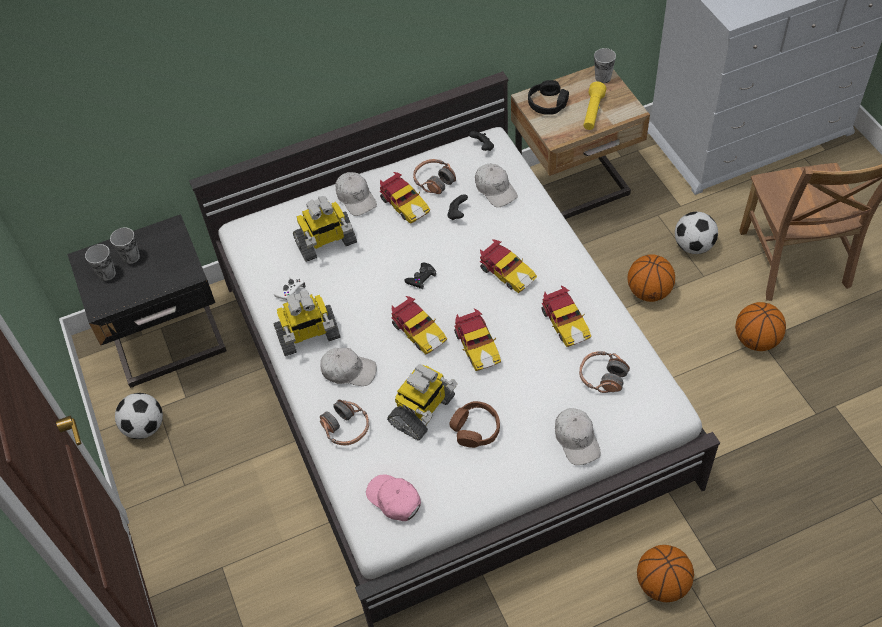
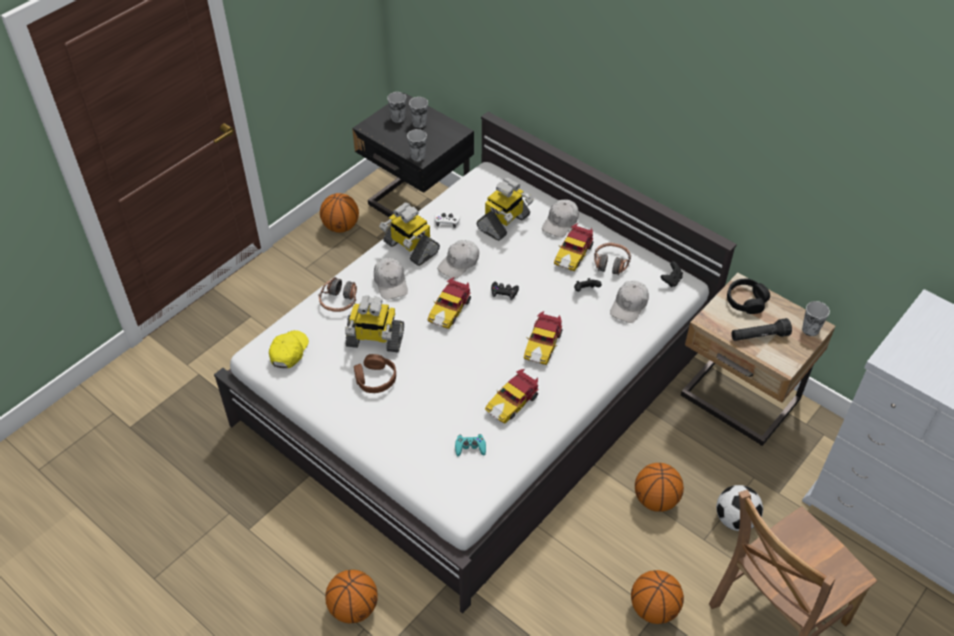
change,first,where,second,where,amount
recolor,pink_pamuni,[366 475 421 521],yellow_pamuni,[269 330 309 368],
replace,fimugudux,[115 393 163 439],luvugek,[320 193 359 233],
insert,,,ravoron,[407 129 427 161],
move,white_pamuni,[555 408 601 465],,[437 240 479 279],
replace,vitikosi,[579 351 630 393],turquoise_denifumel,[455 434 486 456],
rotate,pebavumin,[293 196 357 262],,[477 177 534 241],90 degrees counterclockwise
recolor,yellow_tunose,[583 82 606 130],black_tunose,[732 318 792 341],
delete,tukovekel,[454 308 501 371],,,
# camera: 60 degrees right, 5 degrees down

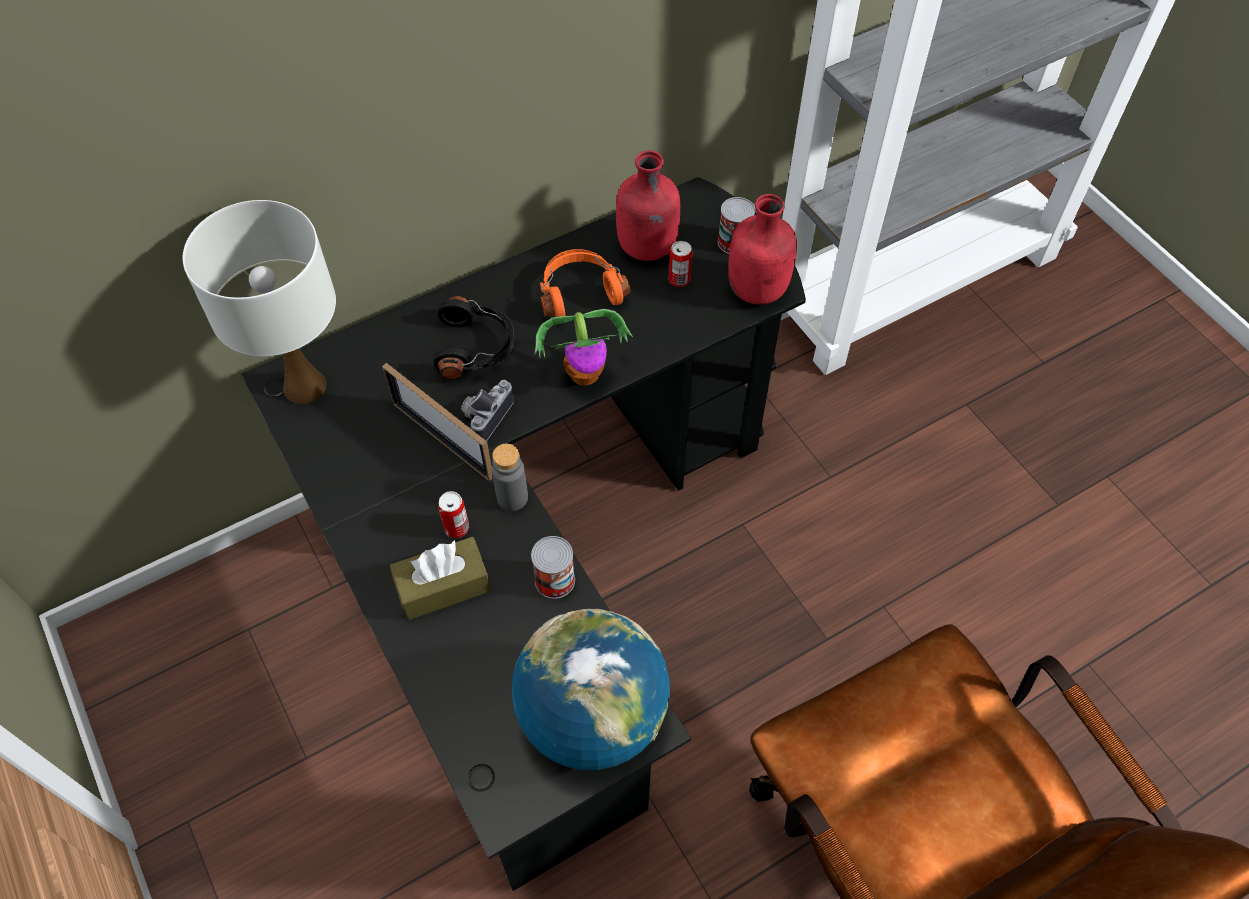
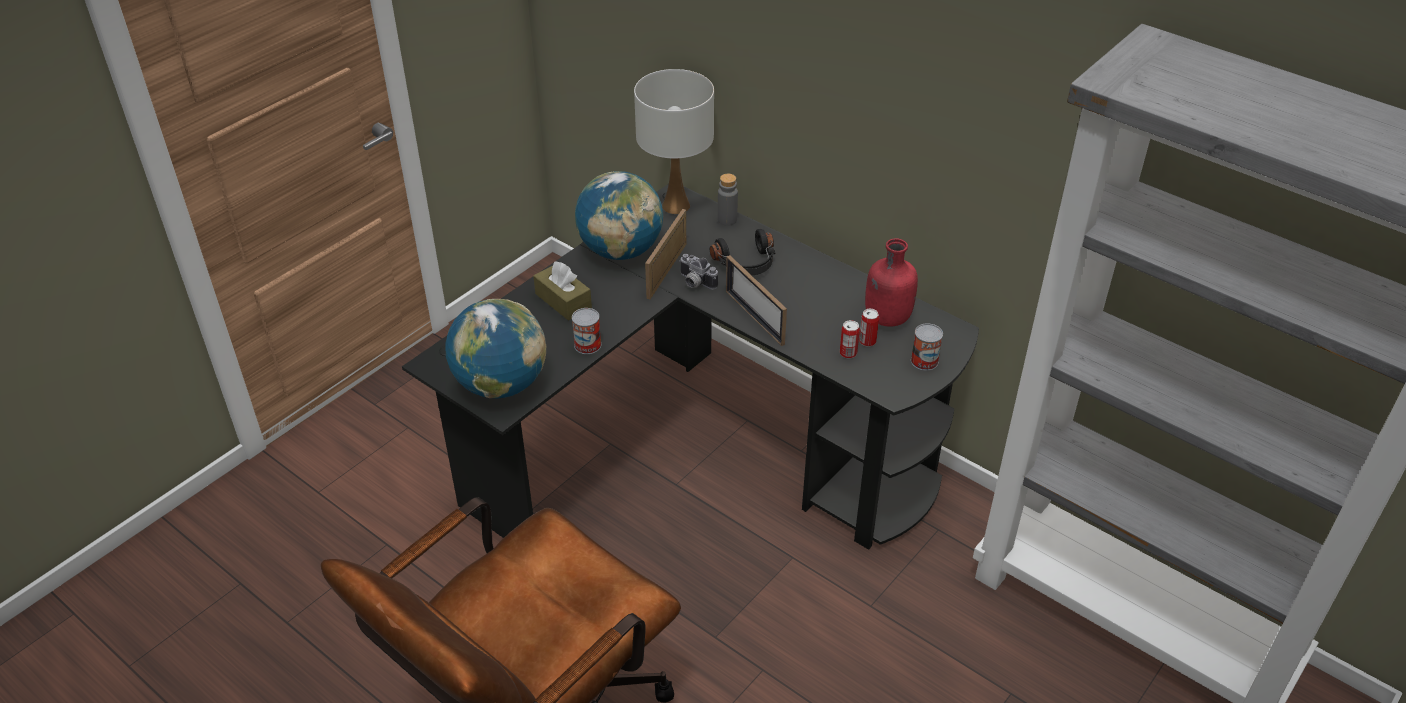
change,first,where,second,where,amount
insert,,,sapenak,[575 171 663 260],
rotate,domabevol,[461 380 514 441],,[679 254 718 290],150 degrees counterclockwise
move,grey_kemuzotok,[492 444 528 511],,[718 174 738 226],
replace,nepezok,[535 309 633 386],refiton,[726 255 787 346],
move,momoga,[438 491 469 538],,[840 320 860 359],
delete,orange_vitikosi,[540 249 630 317],,,
delete,red_kemuzotok,[728 194 797 304],,,
# camera: 70 degrees right, 15 degrees down

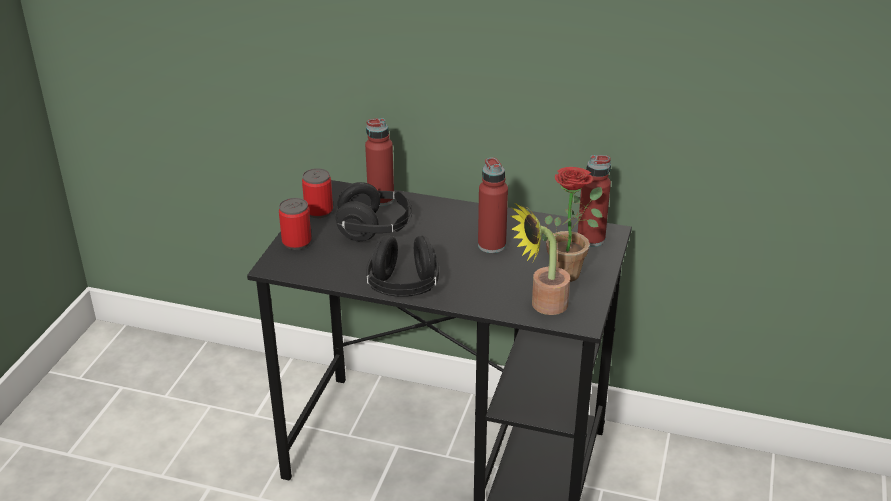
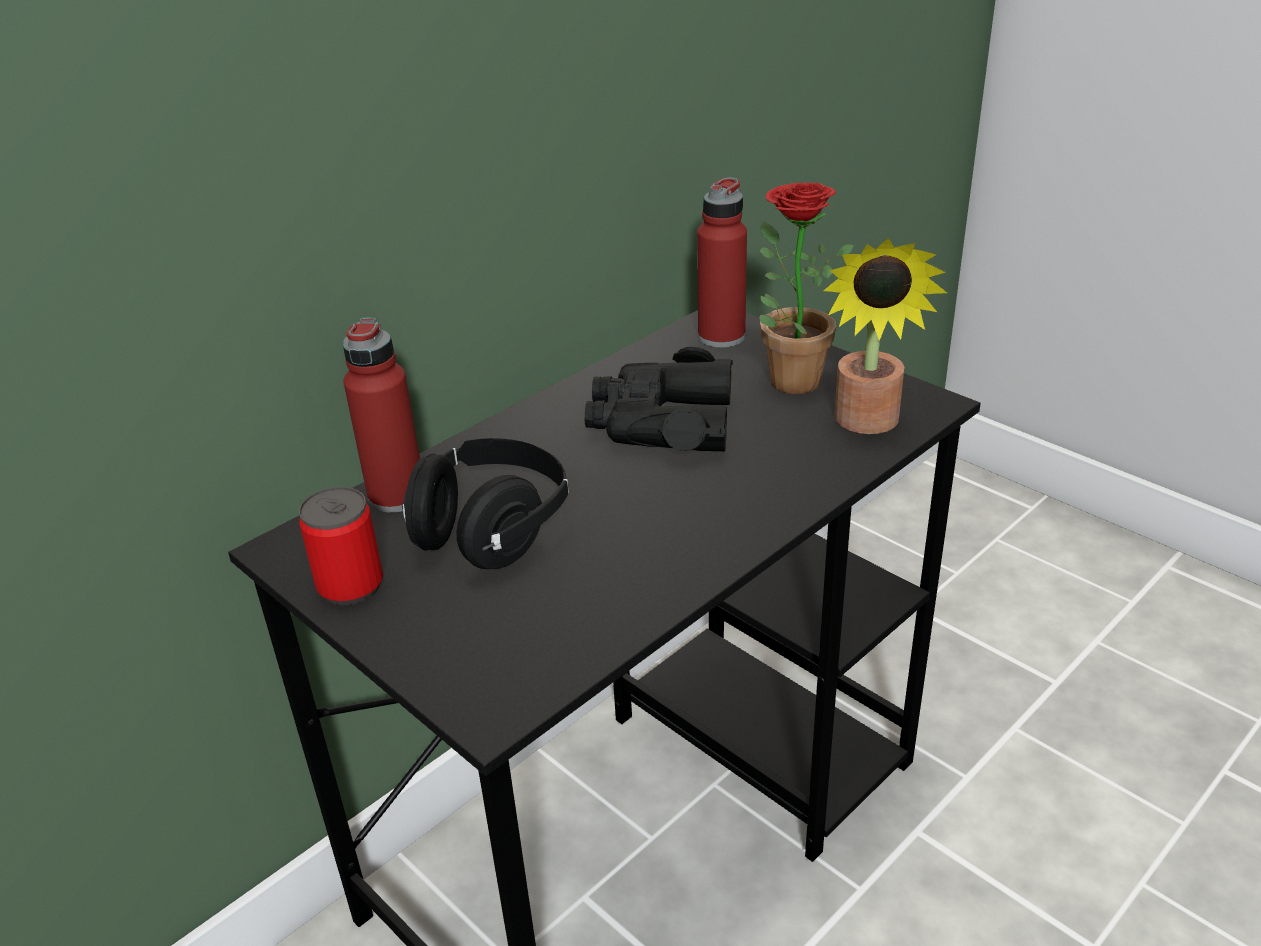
change,first,where,second,where,amount
replace,red_kemuzotok,[478 157 508 253],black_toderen,[584 347 733 452],
delete,momoga,[279 198 311 250],,,
delete,black_vitikosi,[366 235 439 297],,,
# camera: 60 degrees left, 0 degrees up

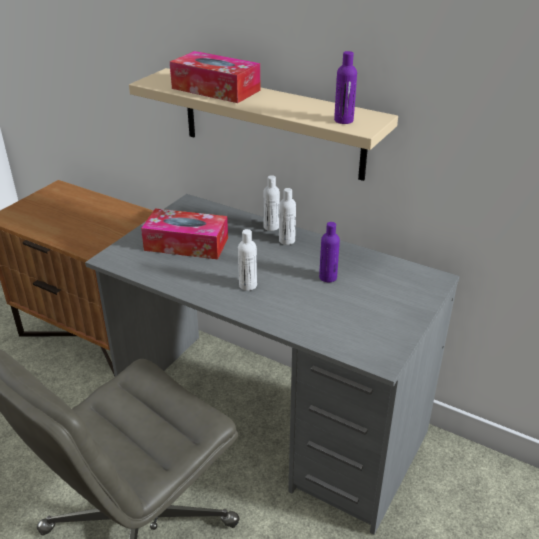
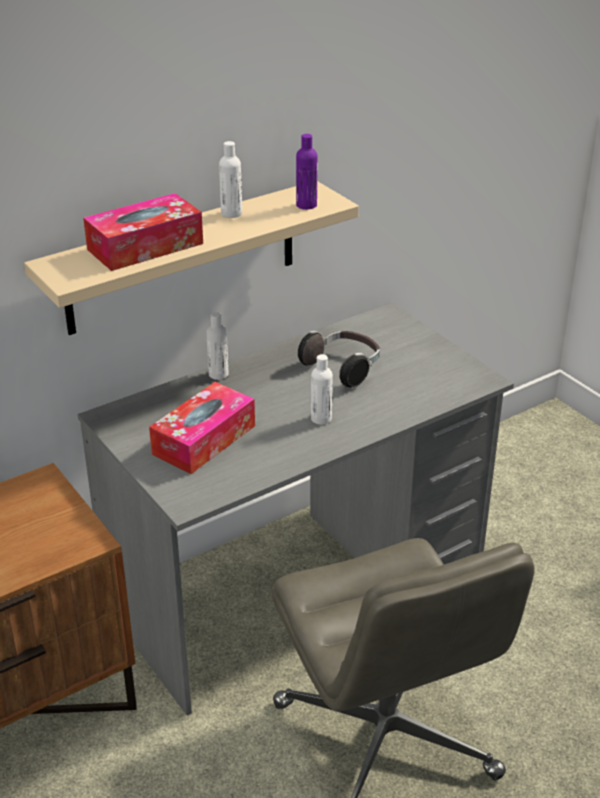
change,first,where,second,where,amount
move,white_kemuzotok,[279 188 296 245],,[219 141 242 218],
replace,purple_kemuzotok,[319 222 340 282],vitikosi,[298 330 380 388],
# camera: 65 degrees left, 0 degrees up

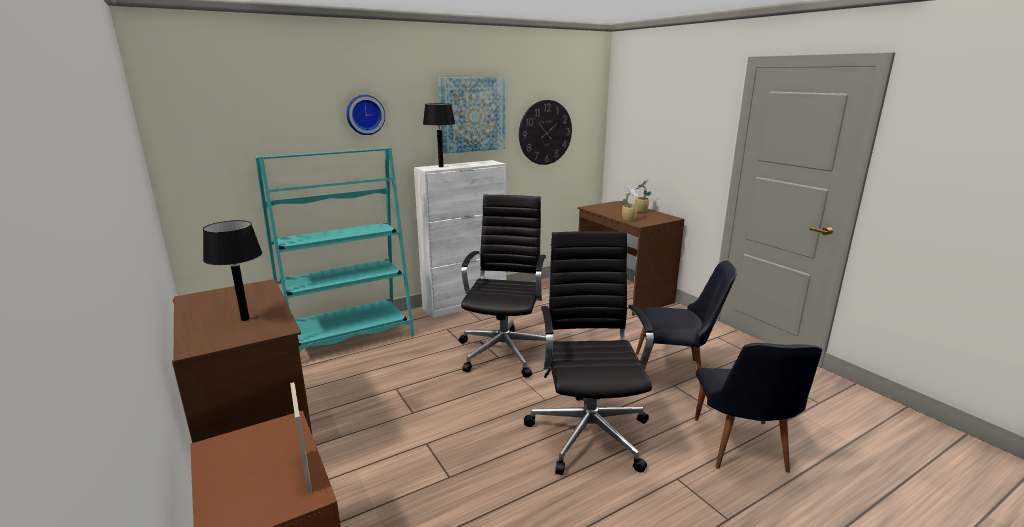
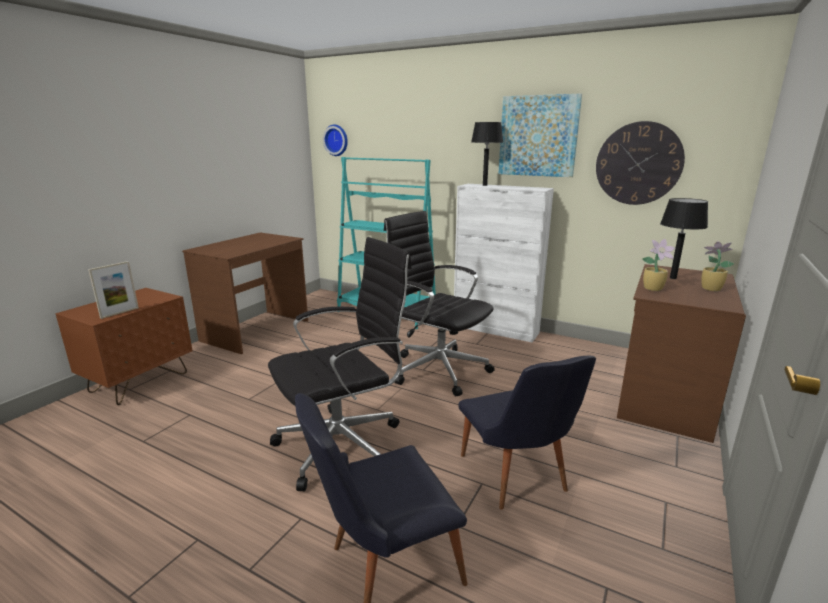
change,first,where,second,where,amount
move,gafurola,[346 95 385 135],,[323 125 348 156],
rotate,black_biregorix,[459 195 546 378],,[384 211 495 396],120 degrees counterclockwise
move,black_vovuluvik,[203 220 262 321],,[660 198 708 279],
# camera: 60 degrees right, 0 degrees up

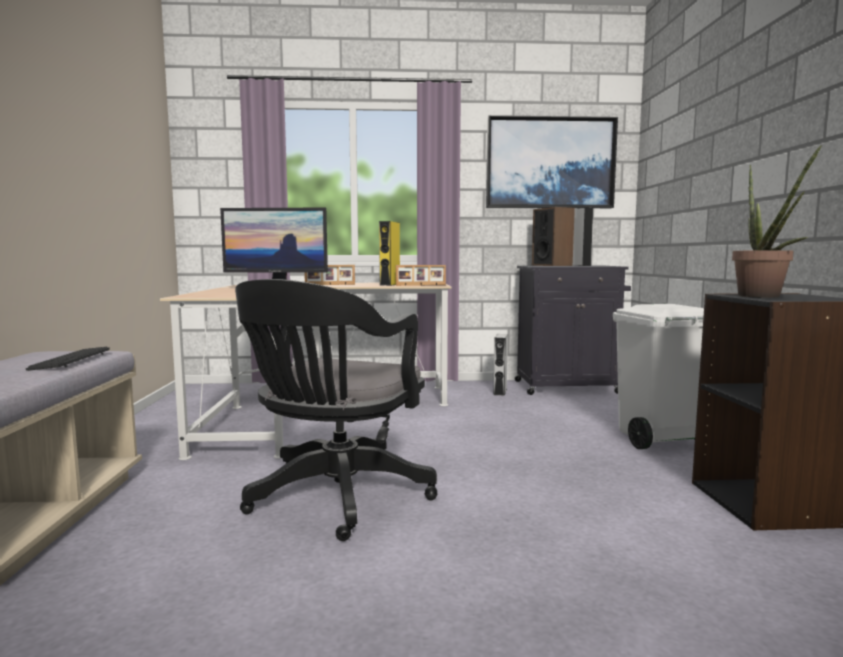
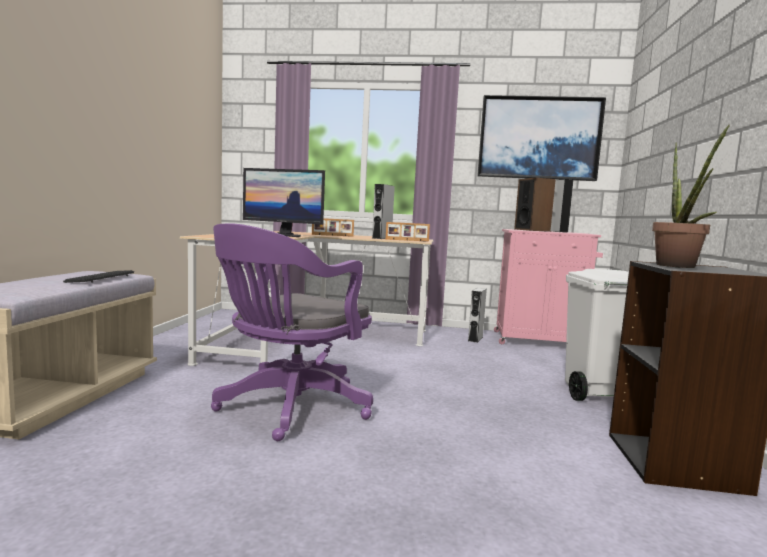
change,first,where,second,where,amount
recolor,black_biregorix,[235 279 438 541],purple_biregorix,[211 223 373 441],
recolor,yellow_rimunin,[379 221 400 286],grey_rimunin,[372 184 395 239],
recolor,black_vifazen,[515 266 631 395],pink_vifazen,[494 229 603 344],
# camera: 10 degrees right, 0 degrees up

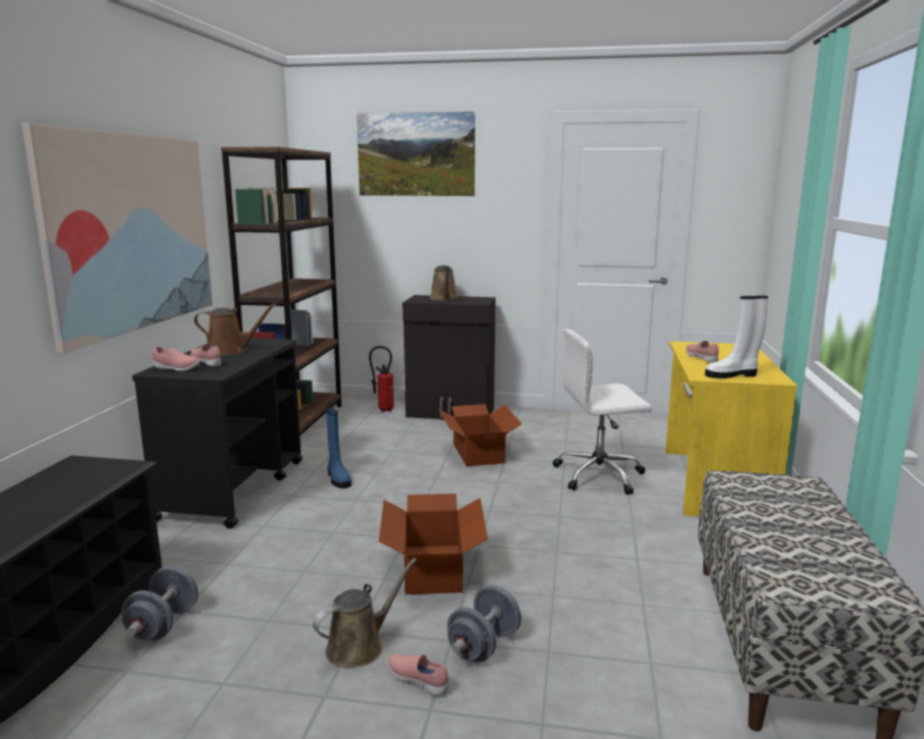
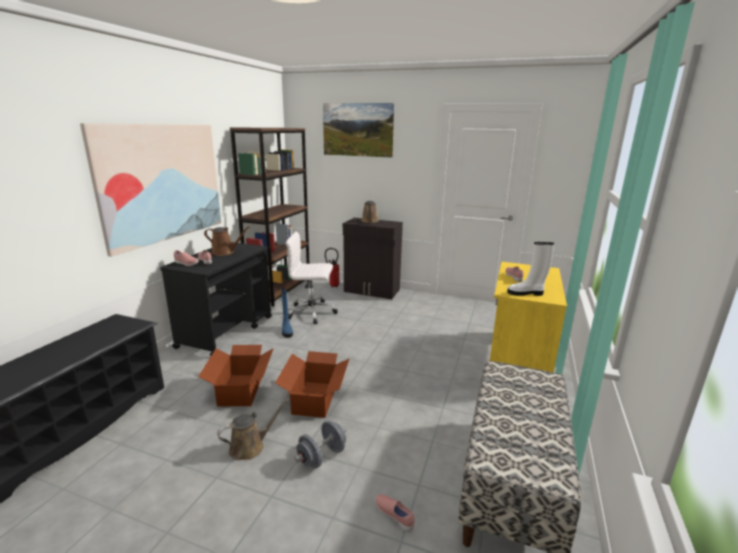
change,first,where,second,where,amount
move,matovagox,[438 404 522 467],,[198 345 274 406],
move,white_biregorix,[553 329 652 495],,[286 231 338 324],
move,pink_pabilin,[388 654 449 696],,[375 494 415 532],
delete,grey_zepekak,[121 566 198 641],,,
# camera: 10 degrees right, 5 degrees up

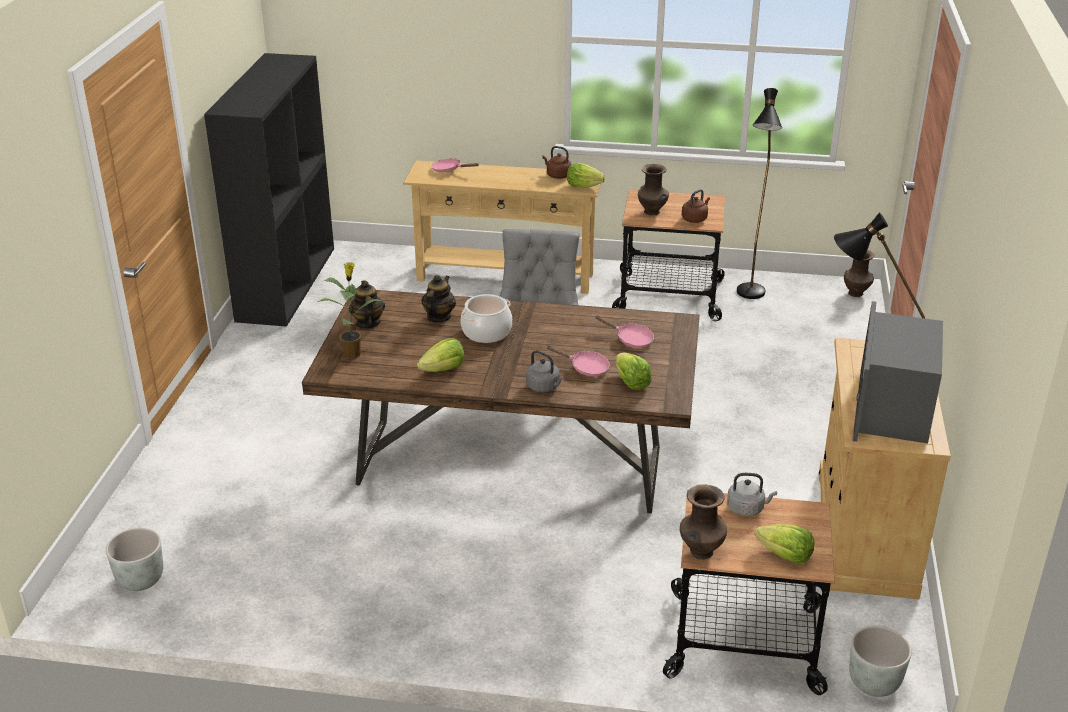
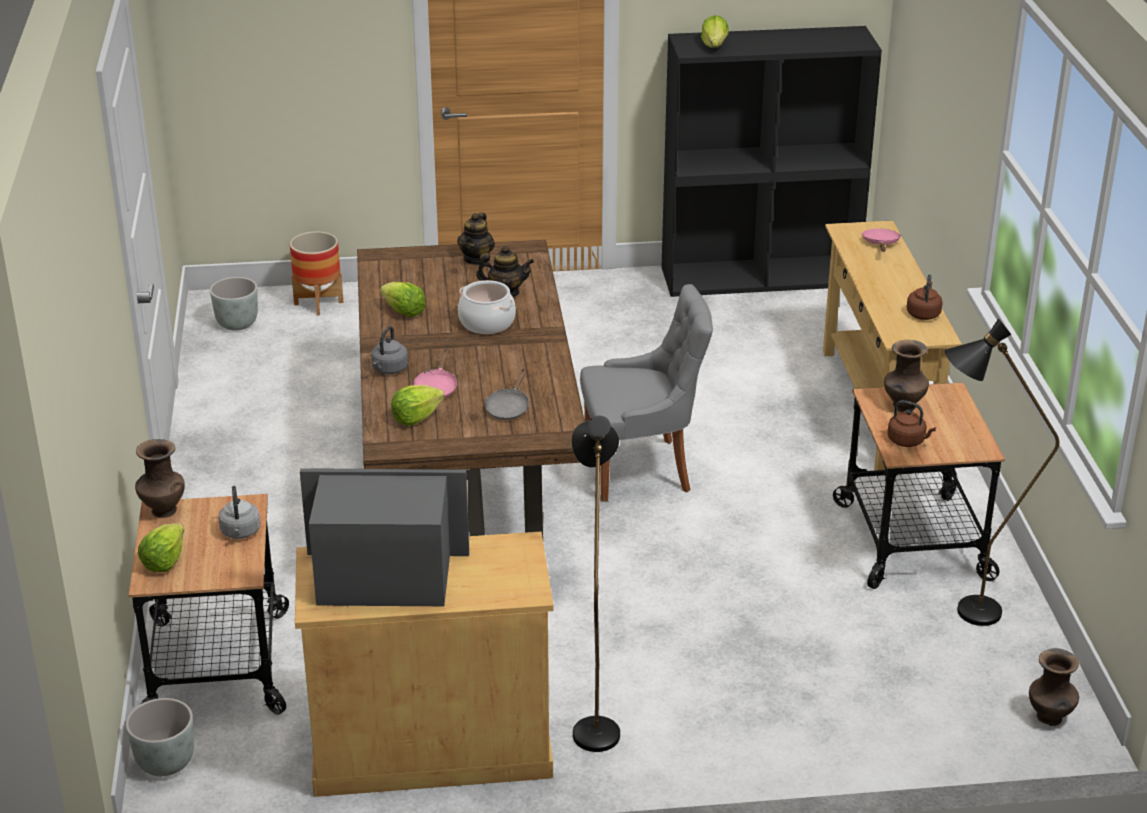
change,first,where,second,where,amount
insert,,,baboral,[290 231 343 315],
rotate,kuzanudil,[349 281 385 329],,[457 212 495 265],135 degrees clockwise
recolor,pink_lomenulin,[595 315 654 348],grey_lomenulin,[485 369 529 420],
move,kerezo,[567 163 605 188],,[701 15 729 48],
delete,nepezok,[317 262 383 359],,,
# camera: 75 degrees right, 0 degrees up

